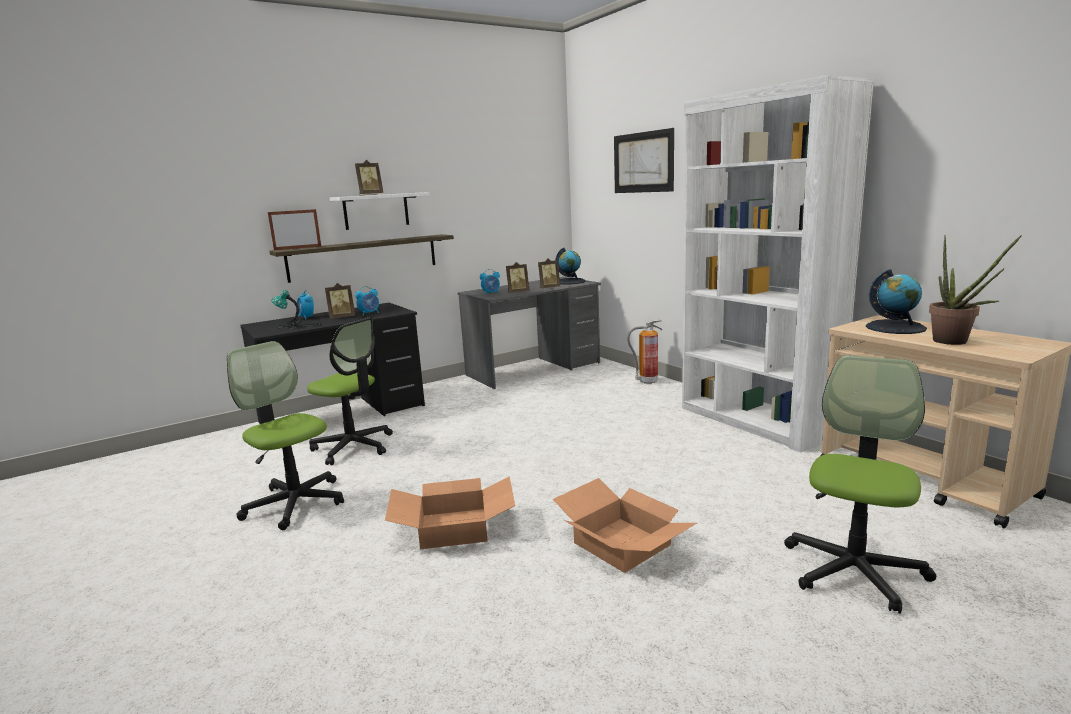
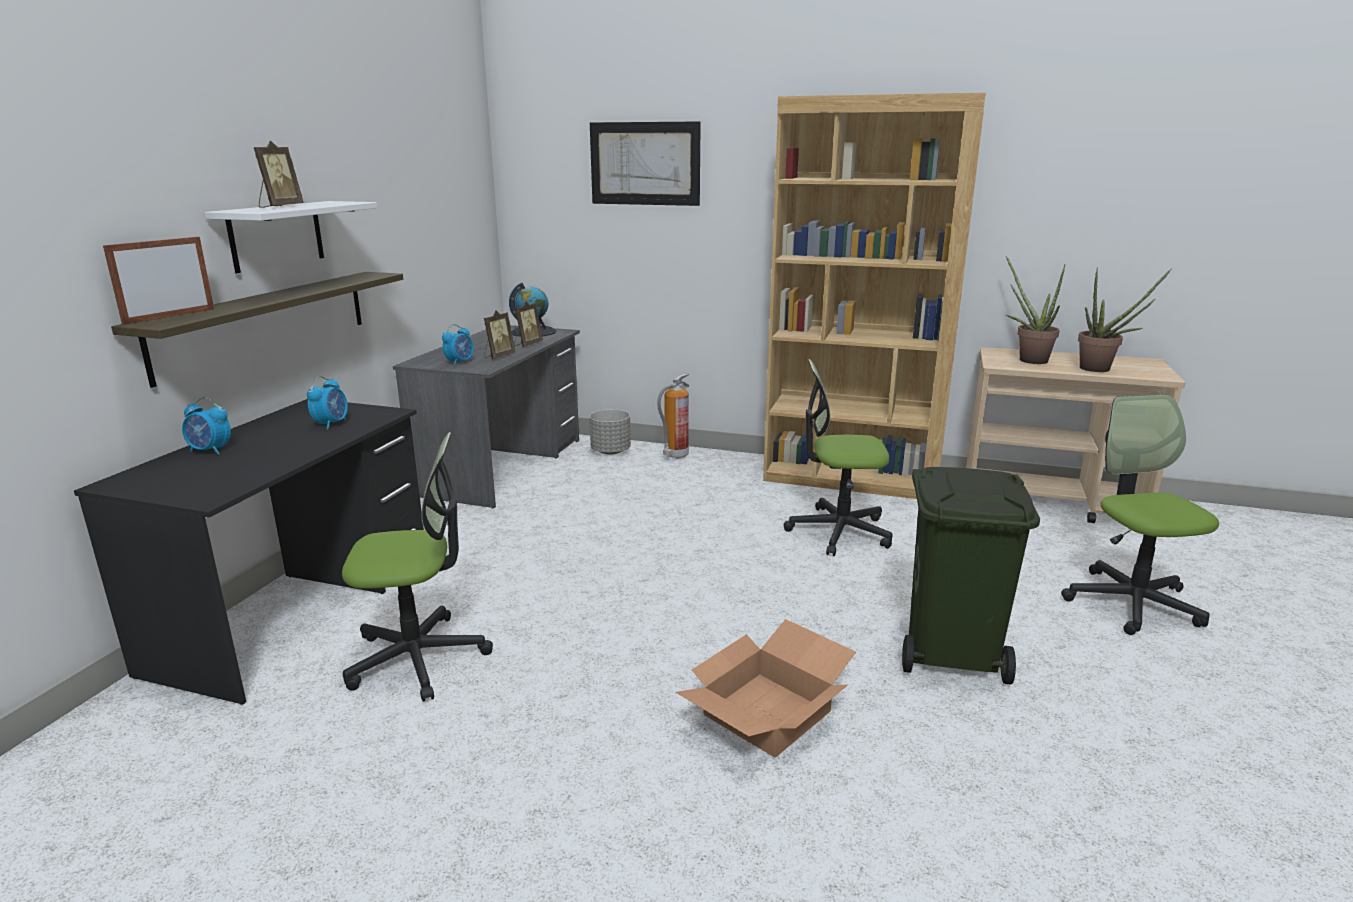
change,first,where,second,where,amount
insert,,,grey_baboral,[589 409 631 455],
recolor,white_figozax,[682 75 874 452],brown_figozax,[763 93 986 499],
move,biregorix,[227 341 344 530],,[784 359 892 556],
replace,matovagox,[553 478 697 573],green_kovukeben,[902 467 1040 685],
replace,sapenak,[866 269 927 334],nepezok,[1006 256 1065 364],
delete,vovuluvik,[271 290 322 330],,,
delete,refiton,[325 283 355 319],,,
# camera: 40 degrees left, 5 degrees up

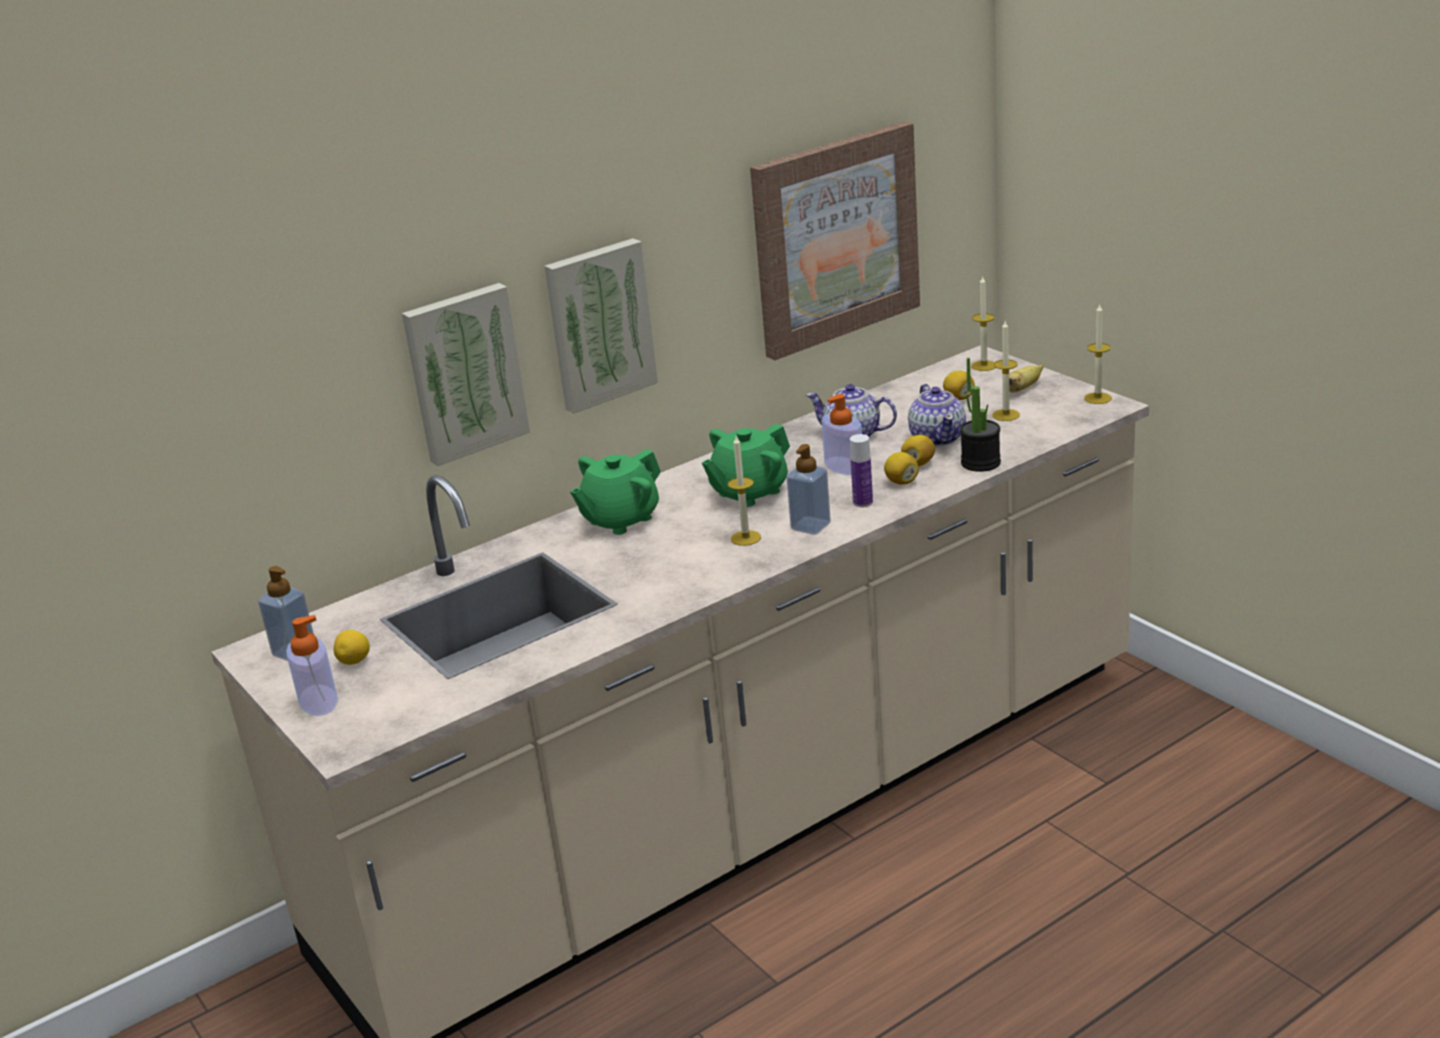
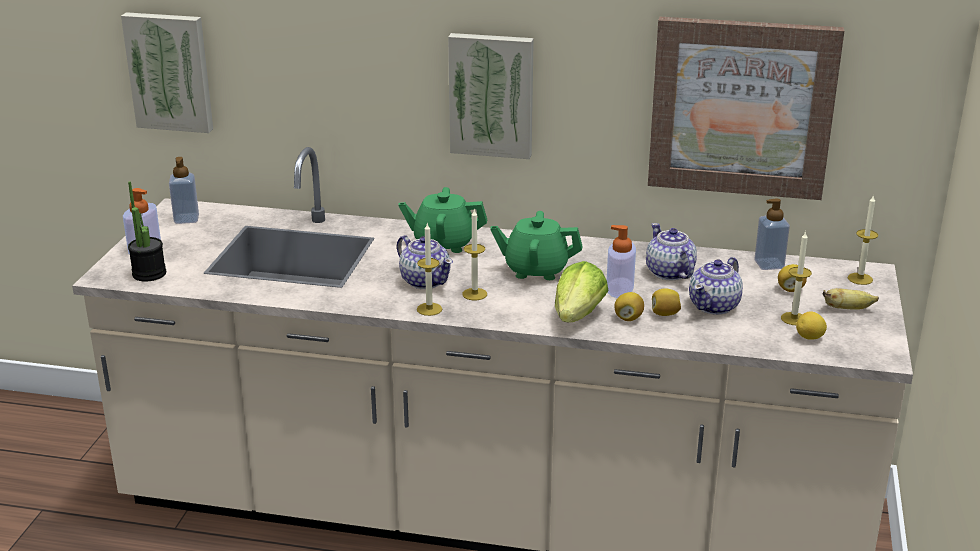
change,first,where,second,where,amount
move,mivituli,[402 283 530 466],,[121 12 213 133],
move,nepezok,[960 358 1001 472],,[128 181 166 282],
insert,,,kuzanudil,[397 235 453 289],
move,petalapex,[1084 303 1112 404],,[417 223 442 316],
replace,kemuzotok,[850 434 873 507],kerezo,[555 261 608 323],
move,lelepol,[787 444 831 535],,[754 198 790 270],
move,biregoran,[333 630 370 665],,[796 312 827 340],
# camera: 45 degrees right, 0 degrees up

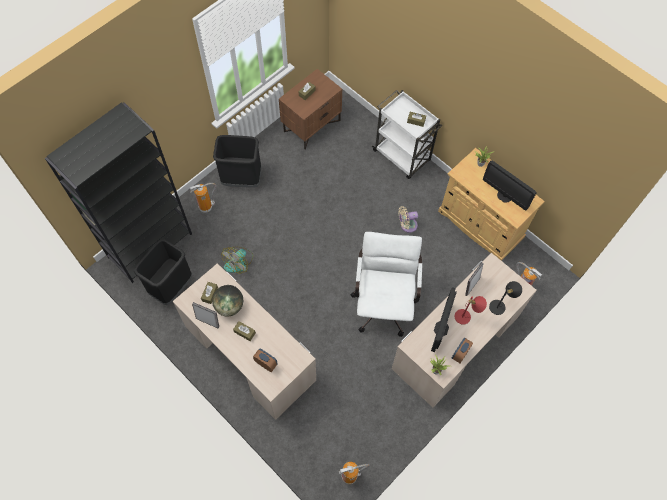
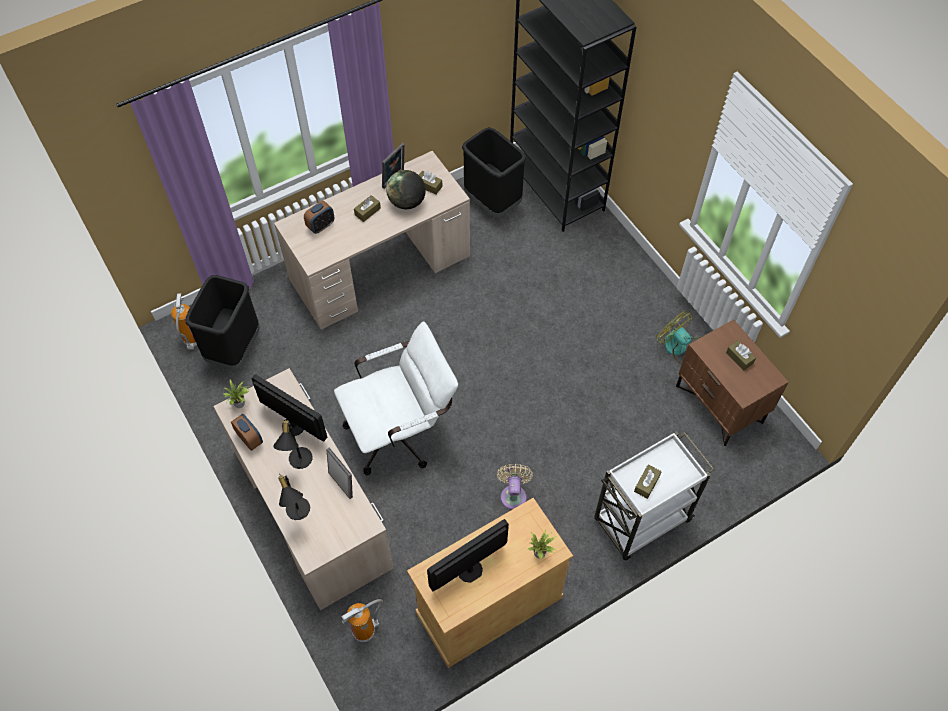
change,first,where,second,where,amount
move,black_kovukeben,[213 135 261 188],,[185 275 260 369],
recolor,red_vovuluvik,[455 296 487 325],black_vovuluvik,[273 419 313 469],
rotate,white_biregorix,[351 232 422 337],,[334 322 458 476],45 degrees counterclockwise
move,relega,[222 247 253 273],,[656 311 701 364],
delete,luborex,[190 183 216 213],,,
# camera: 105 degrees right, 5 degrees down

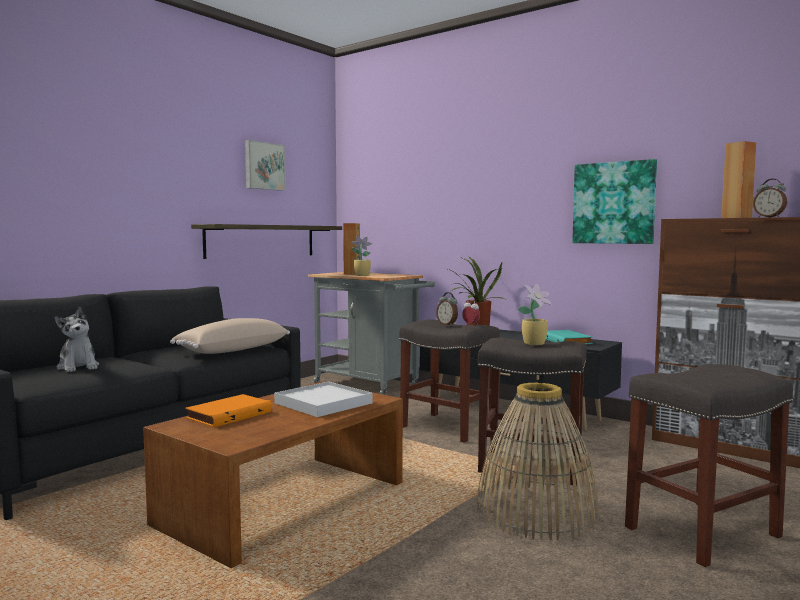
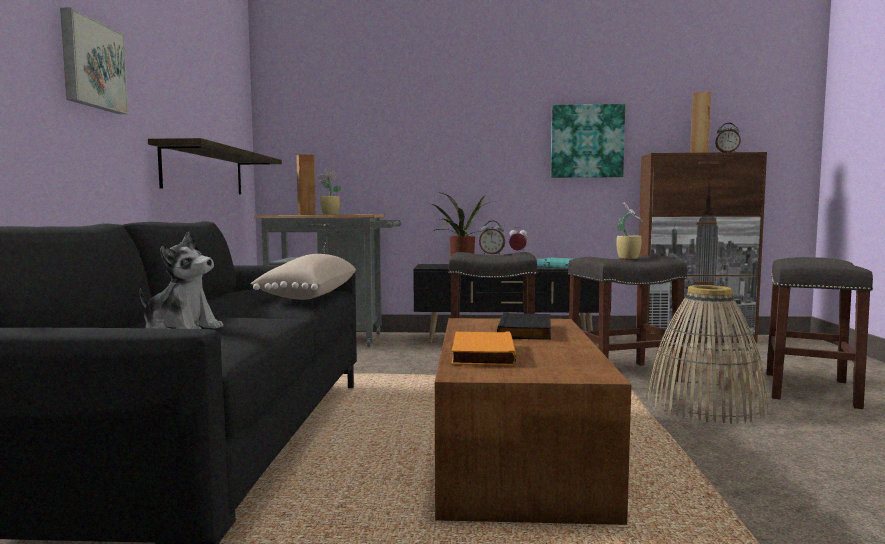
change,first,where,second,where,amount
move,mivituli,[245 140 286 191],,[60 7 129 114],
replace,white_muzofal,[274 381 373 417],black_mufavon,[497 312 551 340],
# camera: 35 degrees left, 0 degrees up

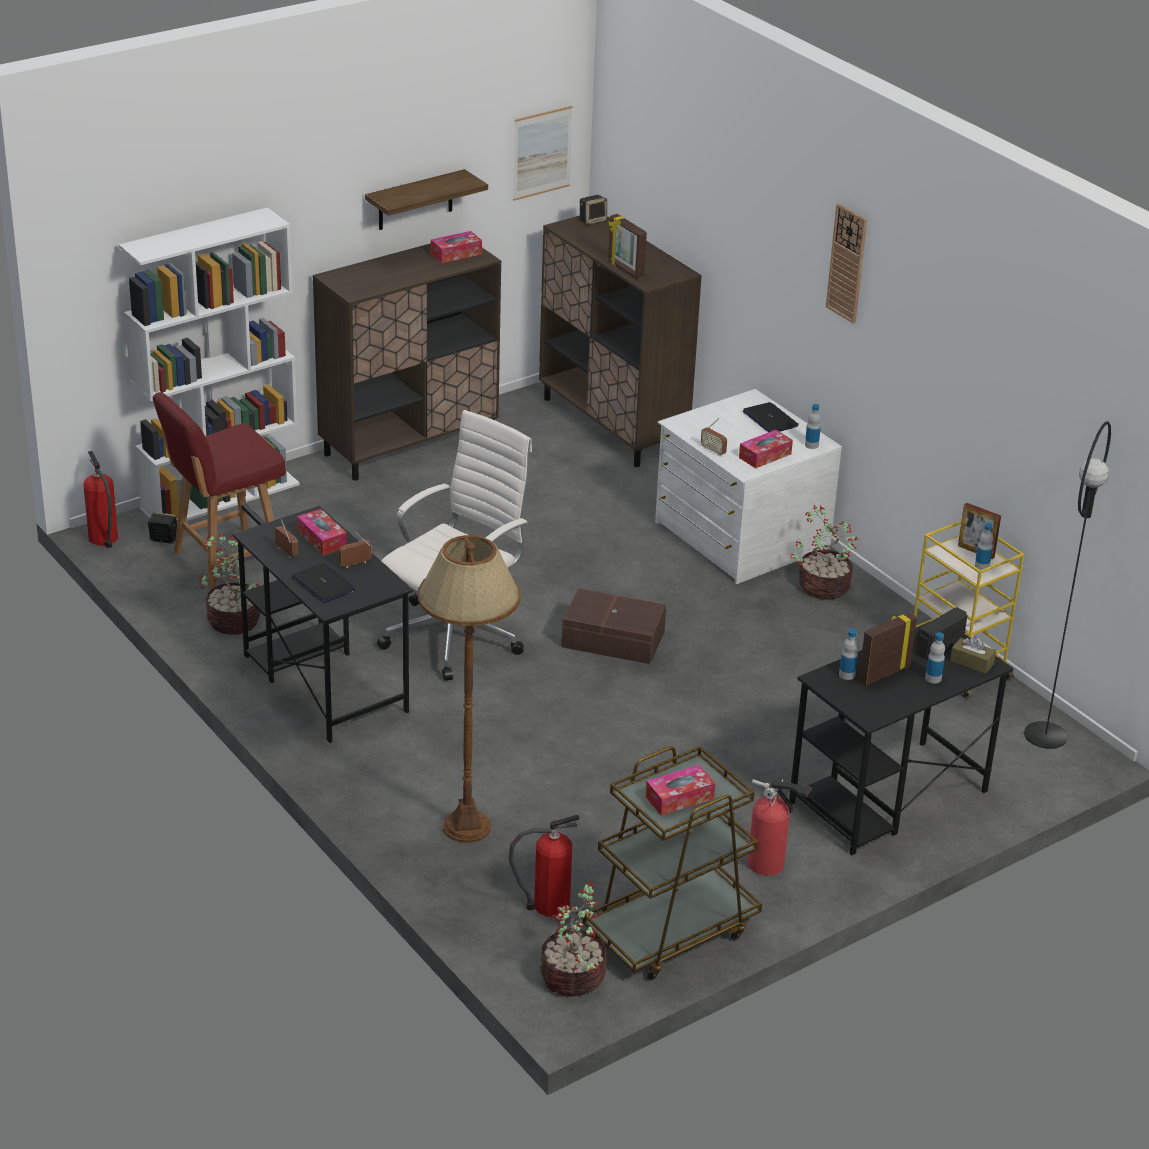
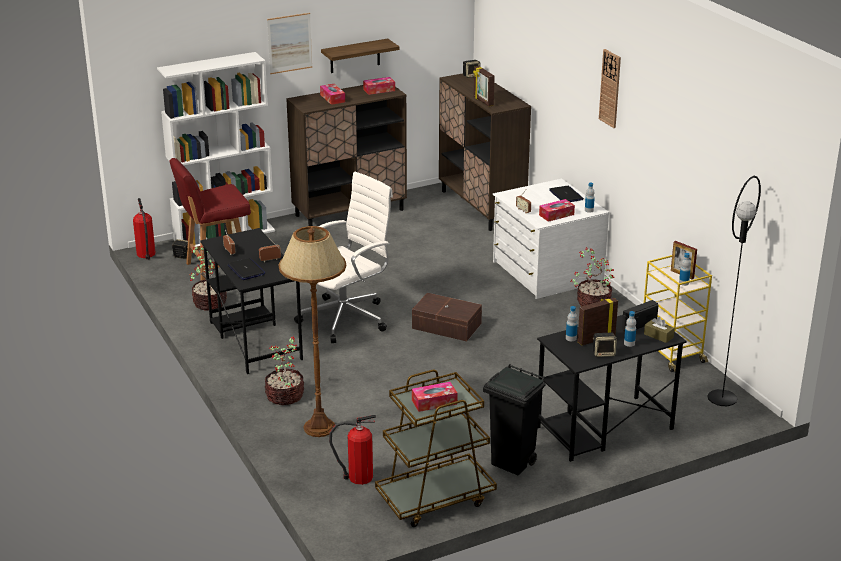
change,first,where,second,where,amount
move,nepezok,[540 881 607 996],,[265 336 304 405],
move,mivituli,[513 106 573 201],,[267 13 312 74],
move,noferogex,[297 509 347 555],,[320 84 345 105],
replace,luborex,[748 779 812 876],black_kovukeben,[483 364 546 475],
insert,,,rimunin,[593 333 617 357],
# camera: 10 degrees right, 5 degrees down

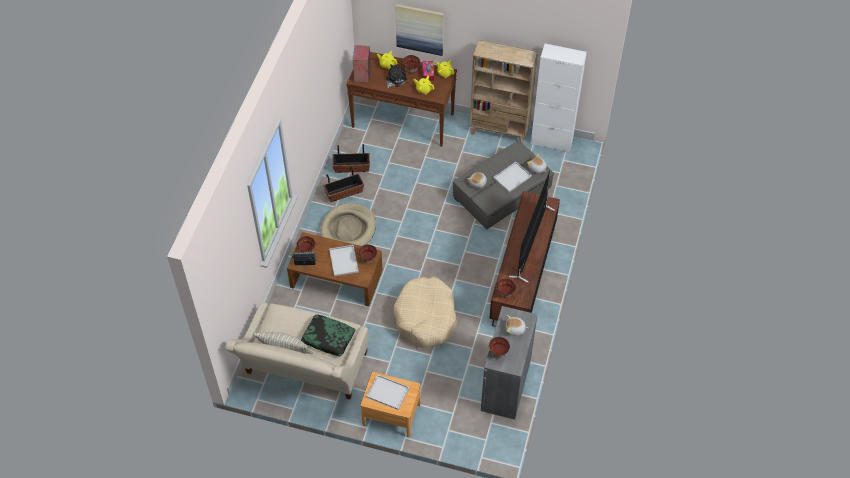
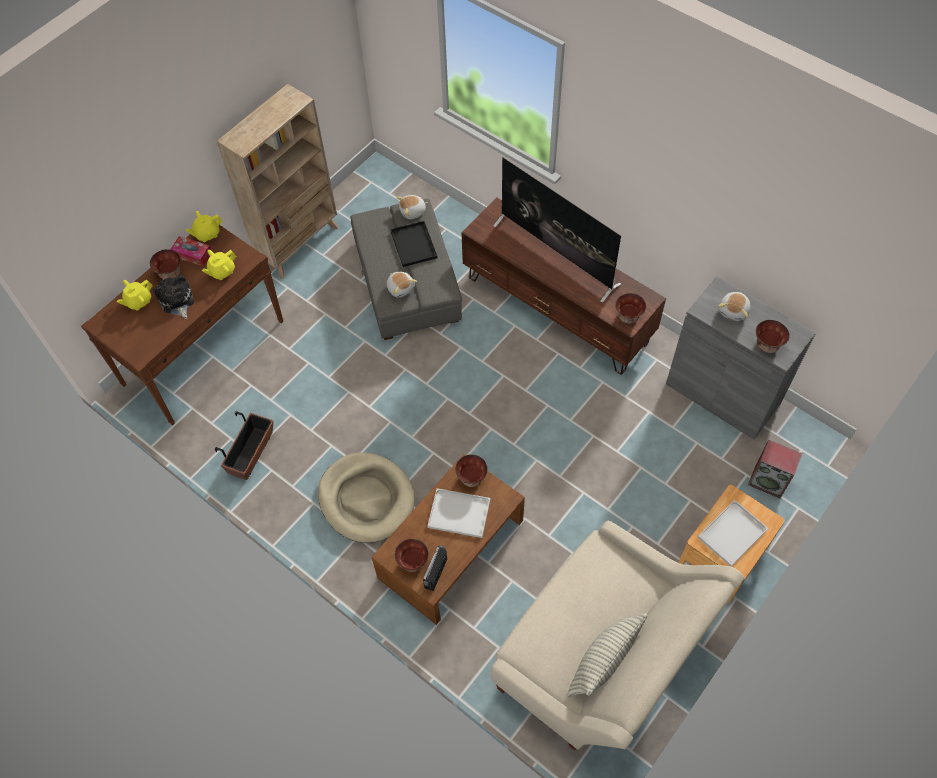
change,first,where,second,where,amount
recolor,white_muzofal,[493 162 532 192],black_muzofal,[390 221 438 267],
move,rimunin,[353 45 371 83],,[748 440 802 498],
delete,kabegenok,[301 314 355 357],,,
delete,baboral,[323 167 364 202],,,
delete,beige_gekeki,[393 277 457 348],,,
delete,mivituli,[395 4 444 56],,,
delete,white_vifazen,[531 44 587 152],,,
# camera: 65 degrees left, 5 degrees up

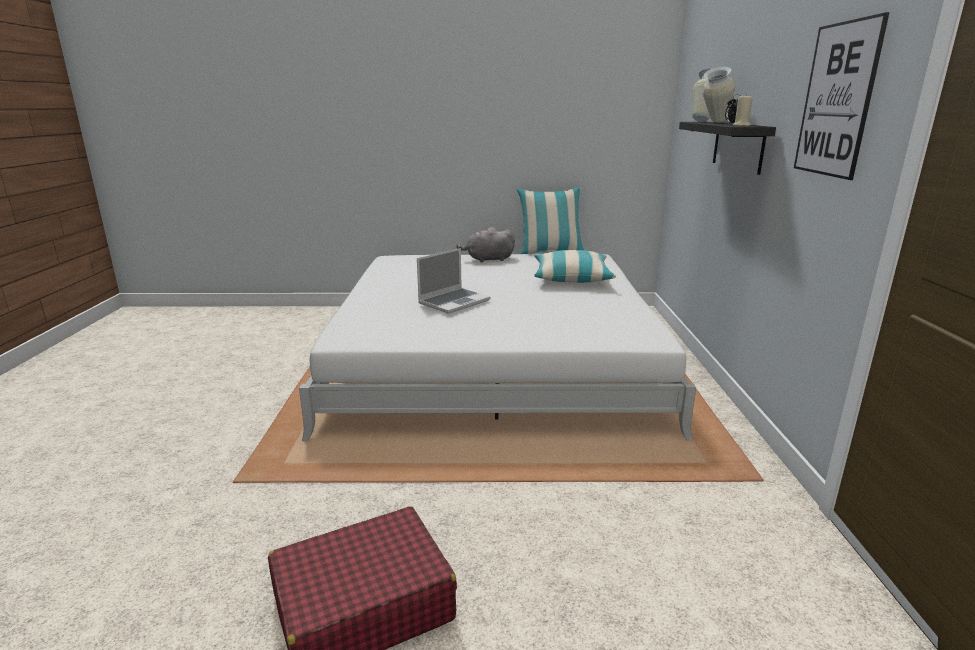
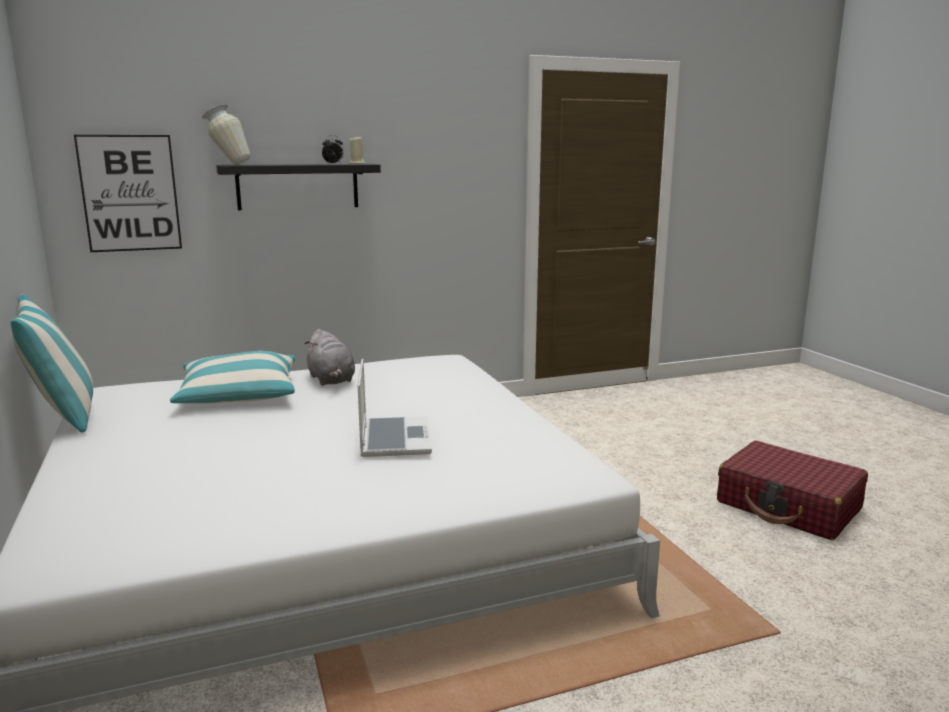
change,first,where,second,where,amount
move,mivituli,[794 12 890 180],,[74 135 182 252],
move,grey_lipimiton,[457 227 515 263],,[304 329 355 386],
rotate,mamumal,[417 248 490 314],,[358 359 432 457],60 degrees clockwise
delete,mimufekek,[702 66 735 123],,,
# camera: 110 degrees left, 5 degrees down

